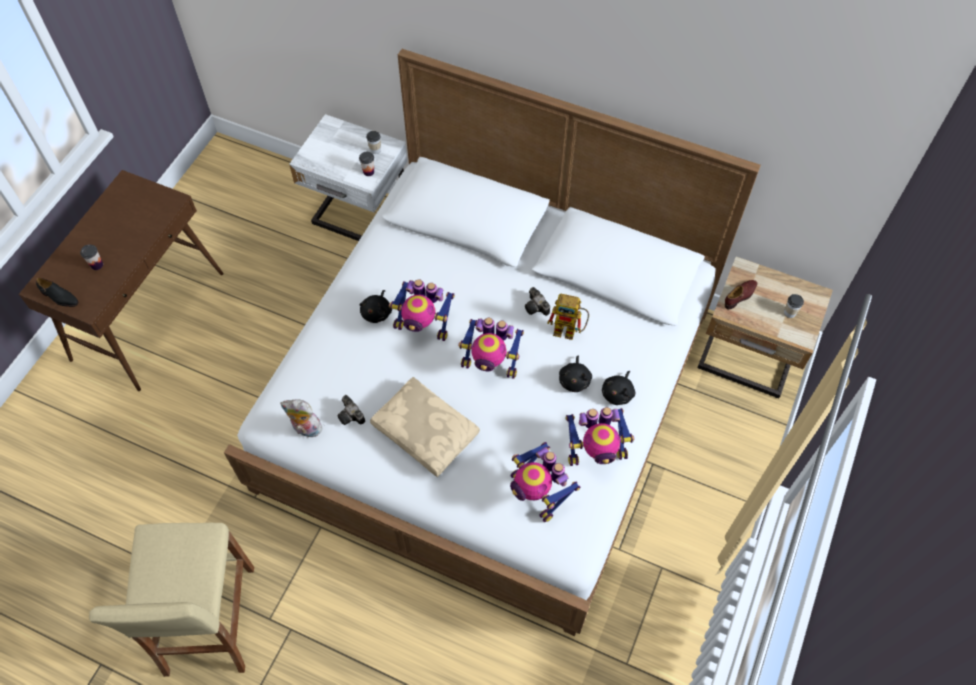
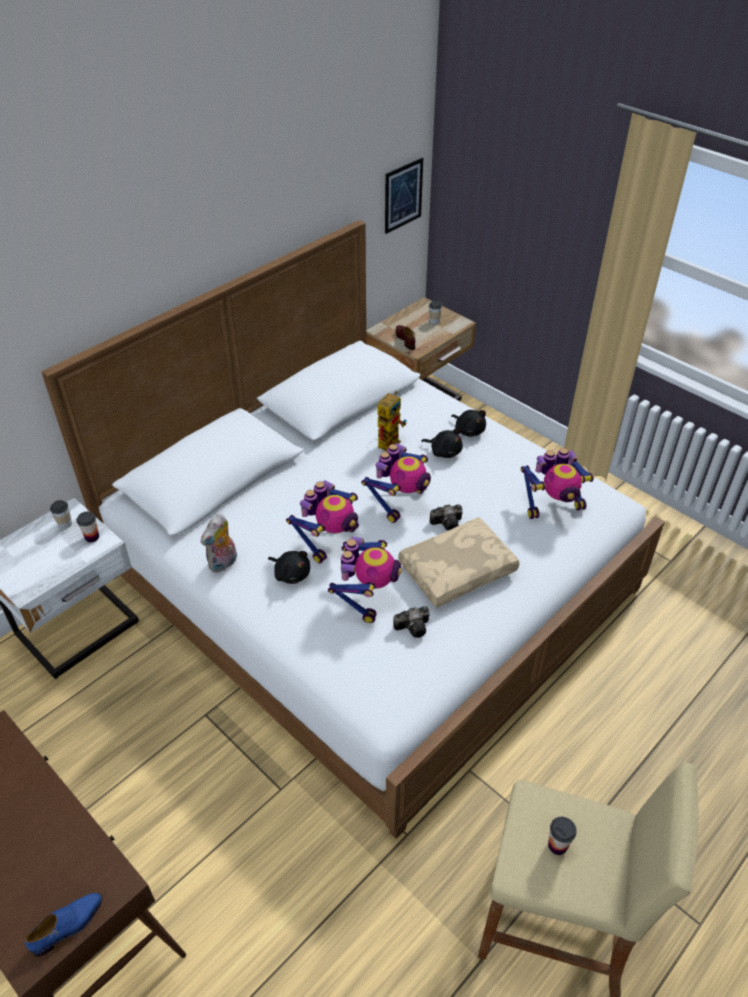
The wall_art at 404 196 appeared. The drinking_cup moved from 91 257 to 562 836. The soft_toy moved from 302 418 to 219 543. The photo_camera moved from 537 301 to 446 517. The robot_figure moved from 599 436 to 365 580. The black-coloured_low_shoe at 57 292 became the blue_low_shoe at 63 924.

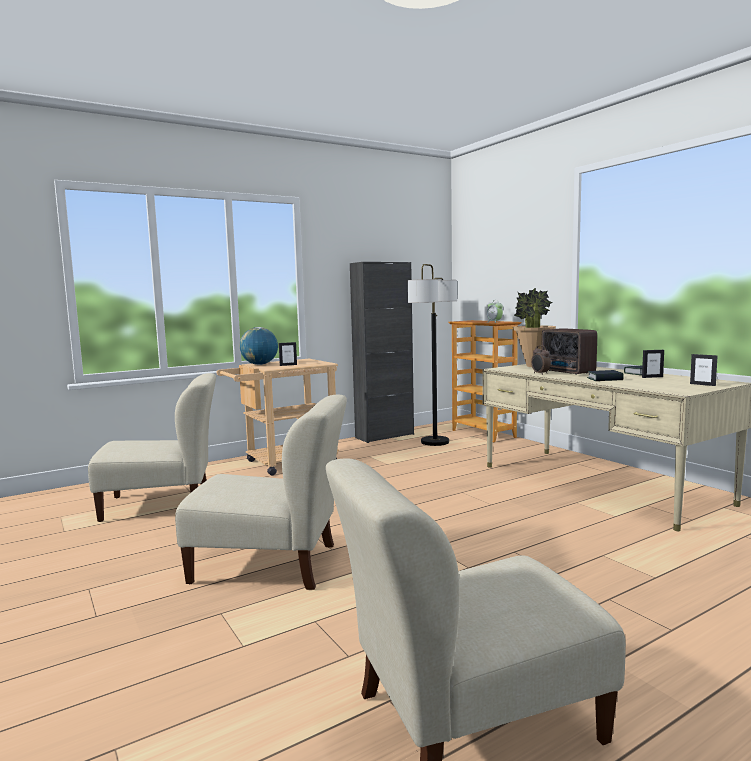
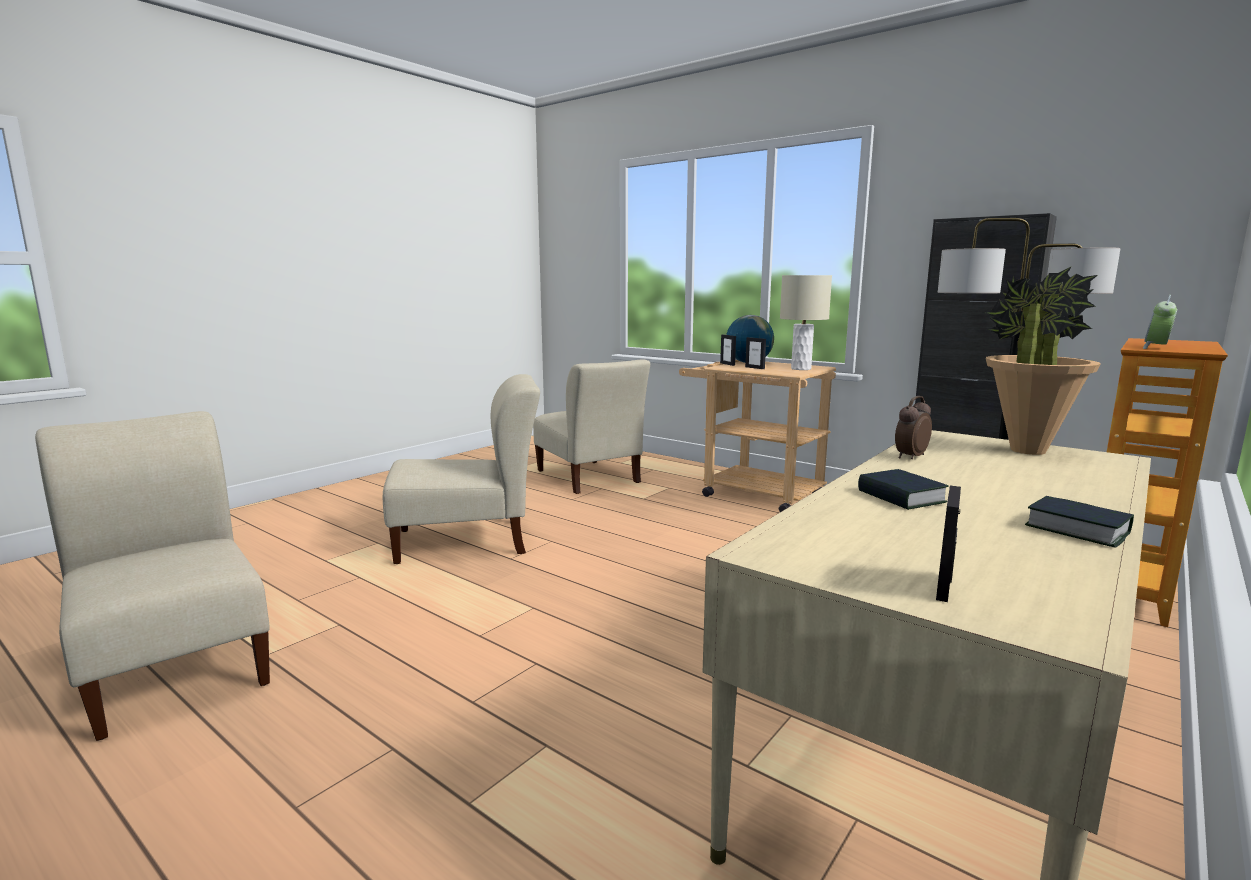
The radio at 569 351 disappeared. The beige-coloured_lamp_for_a_table at 806 322 appeared. The standing_frame moved from 653 364 to 728 350. The beige-coloured_upright_chair at 261 492 turned 90 degrees counterclockwise.

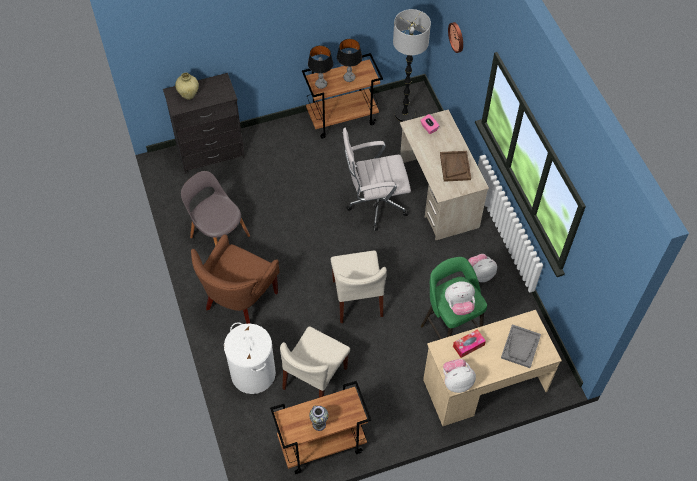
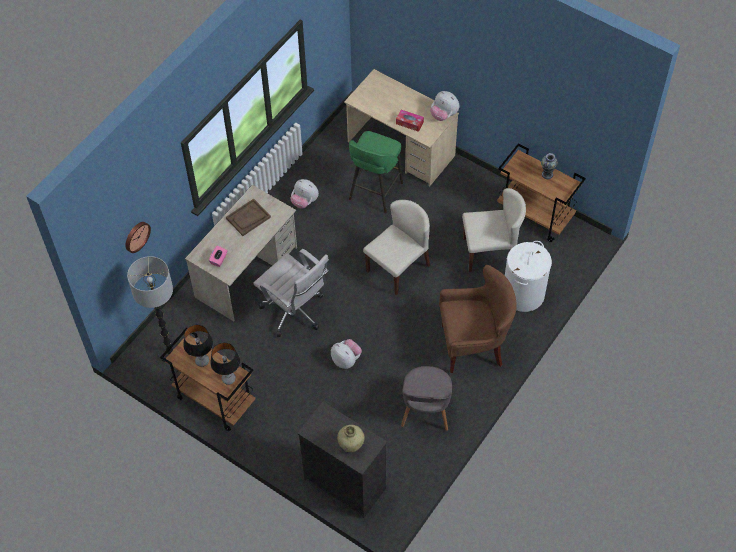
The grey_tray at 521 346 disappeared. The soft_toy moved from 460 298 to 346 354.

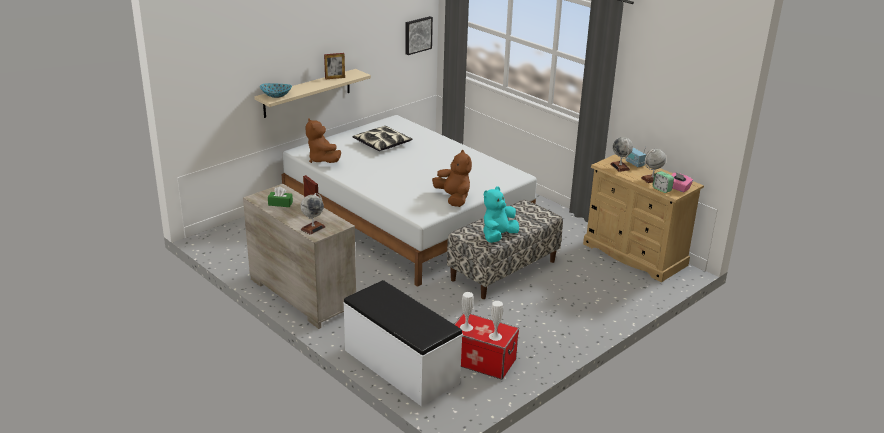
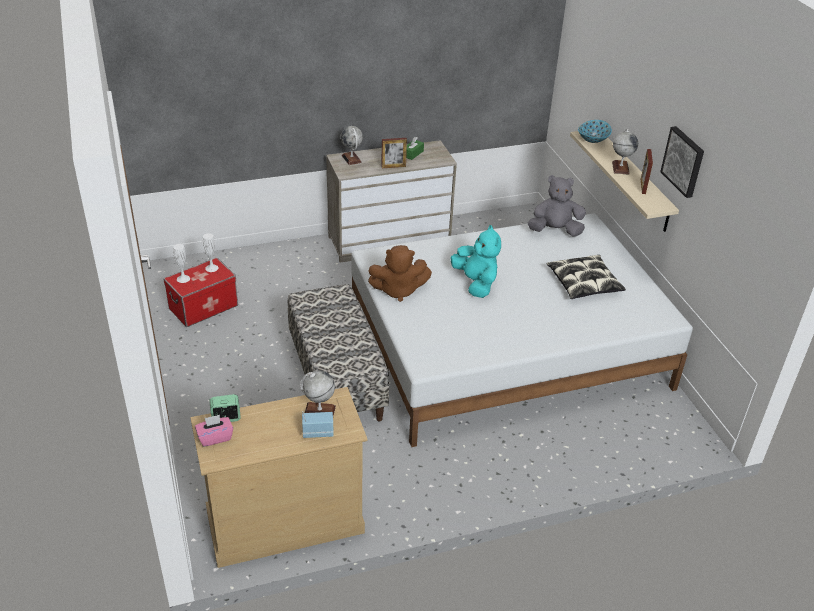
The white-coloured_bench at 403 343 disappeared. The wall_art moved from 419 35 to 682 162. The blue-green_soft_toy moved from 501 215 to 476 261. The globe moved from 653 166 to 625 152. The brown-coloured_soft_toy at 323 141 became the grey_soft_toy at 557 206.

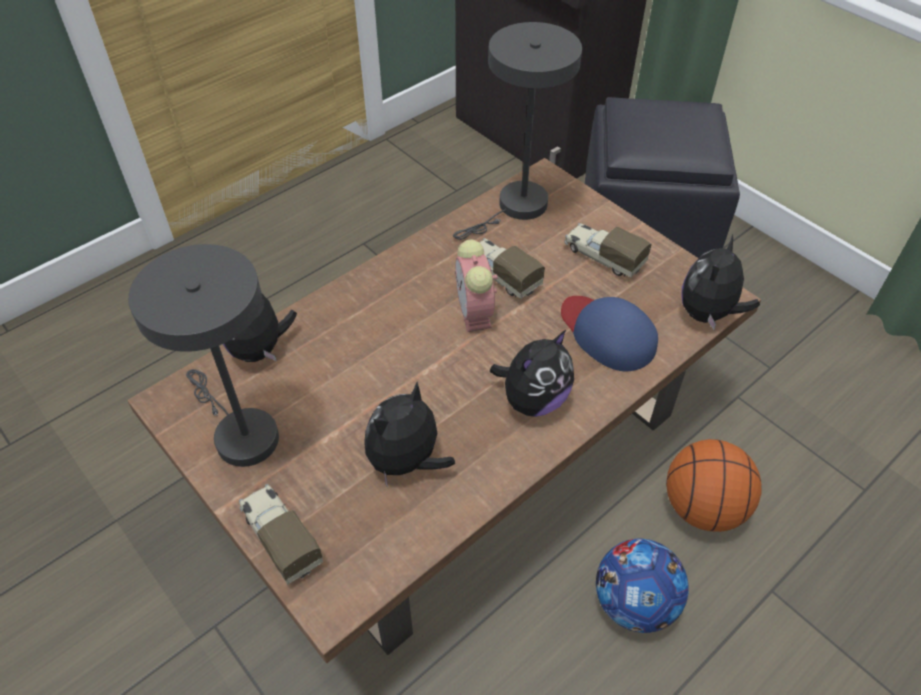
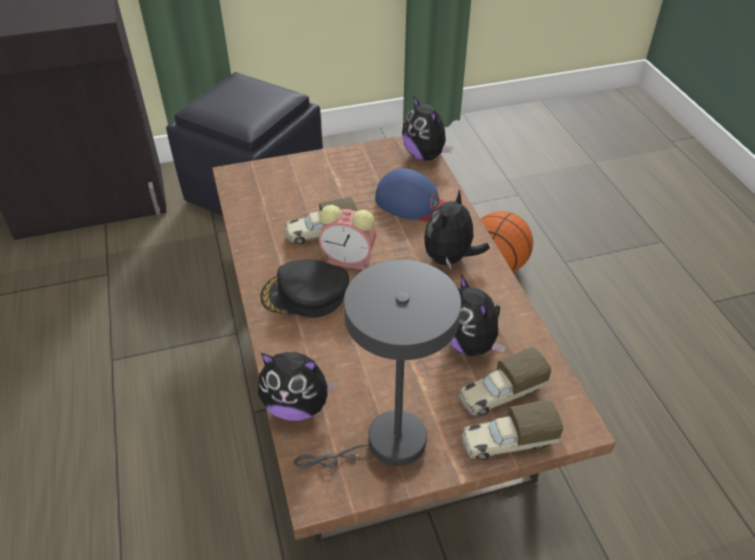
The grey_lamp_for_a_table at 517 131 disappeared. The football at 642 586 disappeared. The black-coloured_baseball_cap at 304 288 appeared. The toy_lorry moved from 608 250 to 505 381. The soft_toy at 532 373 turned 135 degrees counterclockwise. The blue_baseball_cap at 609 333 turned 135 degrees counterclockwise.

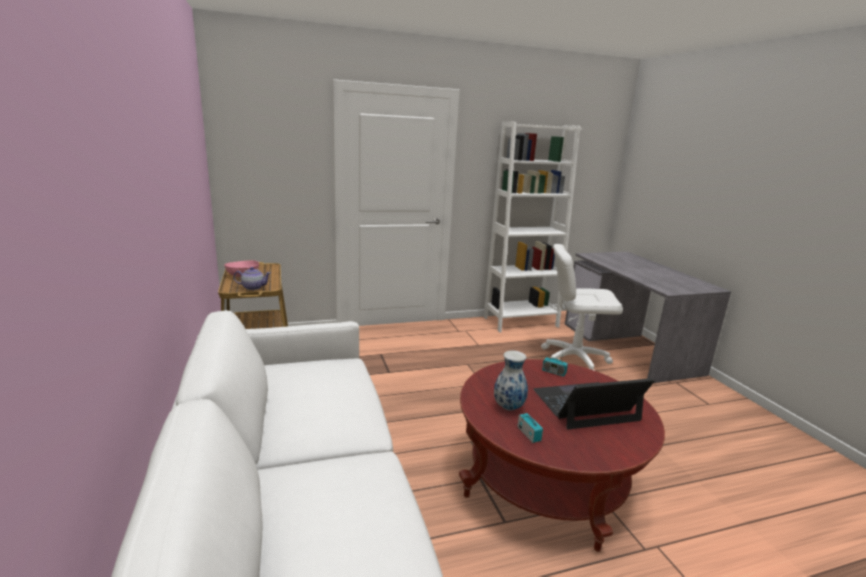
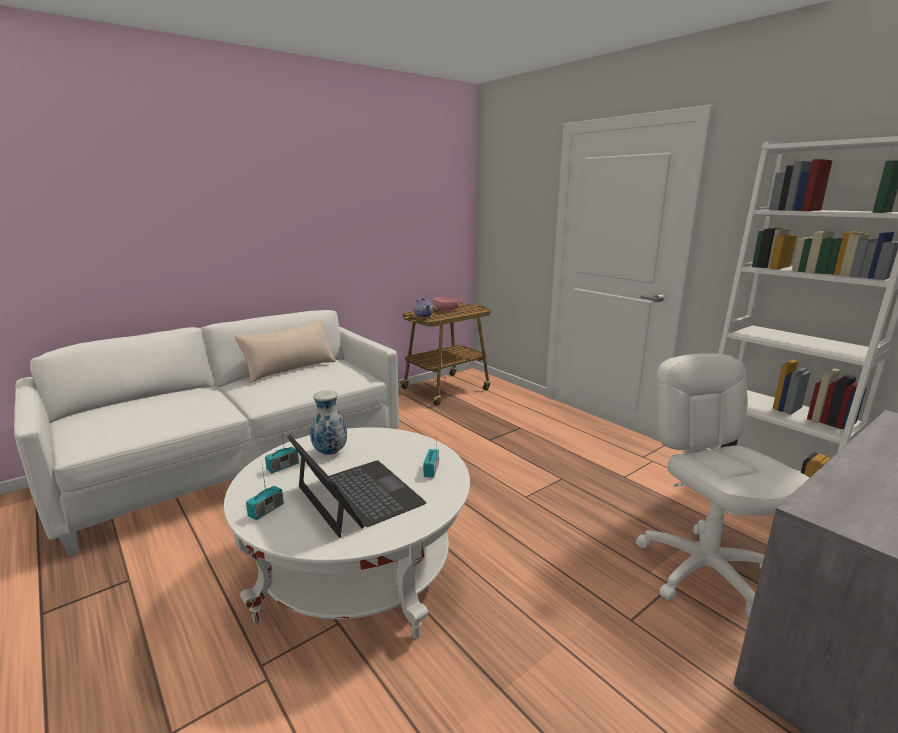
The beige-coloured_throw_pillow at 285 351 appeared. The radio at 265 493 appeared. The reddish_lounge_table at 562 455 became the white-coloured_lounge_table at 347 533.

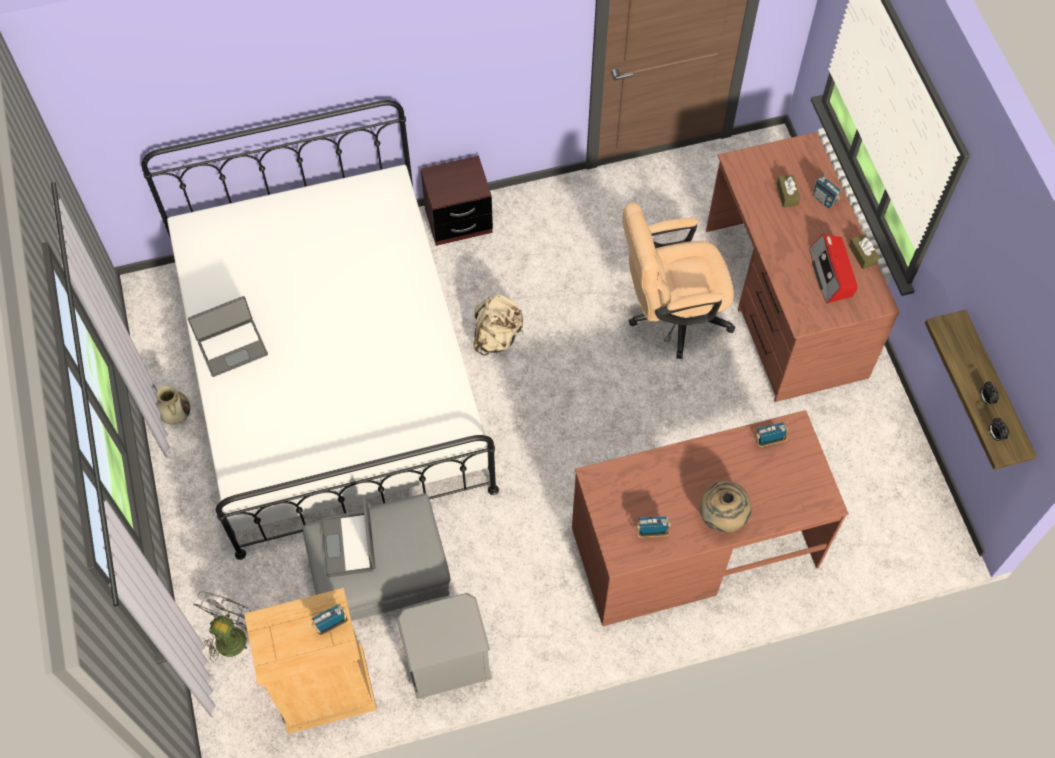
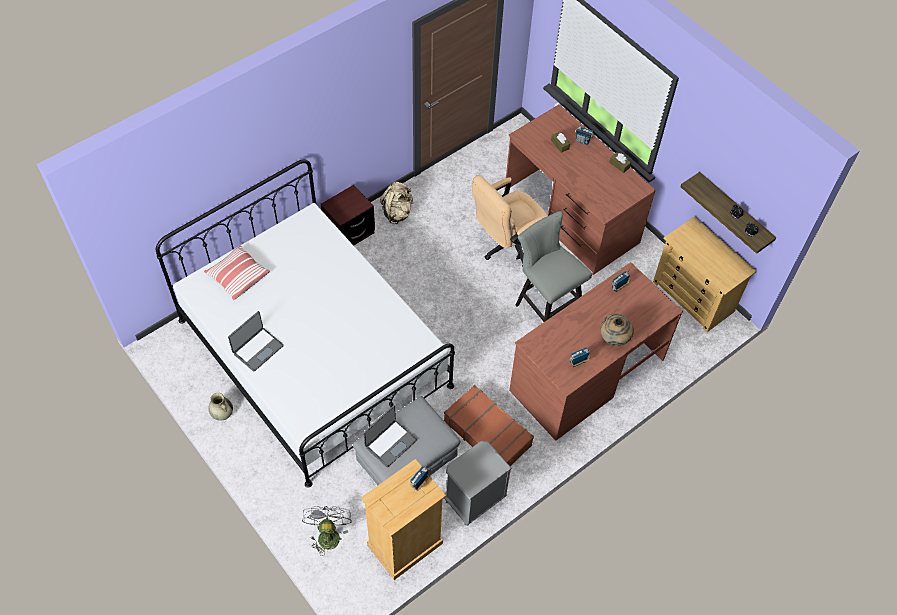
The radio at 833 269 disappeared. The throw_pillow at 237 272 appeared. The brown-coloured_travel_case at 489 425 appeared. The grey_stool_seat at 554 267 appeared. The beige-coloured_chest_of_drawers at 704 274 appeared. The beige-coloured_knapsack moved from 498 324 to 396 203. The portable_computer at 348 536 turned 105 degrees counterclockwise.

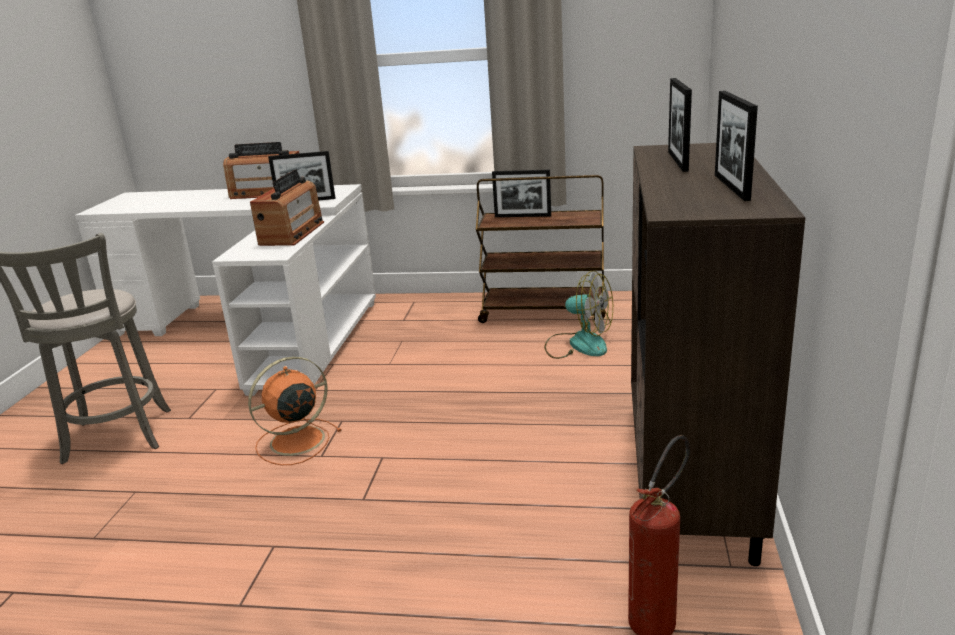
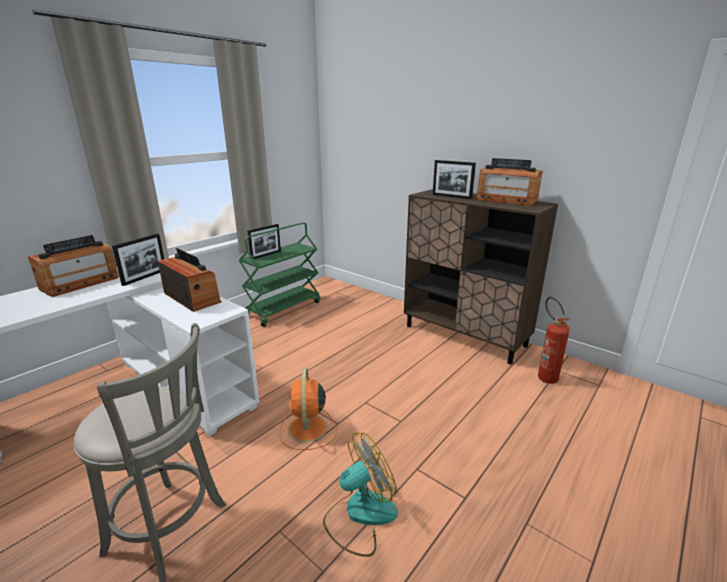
The cooling_fan moved from 578 315 to 360 495. The standing_frame at 736 146 was replaced by the radio at 509 182. The brown-coloured_wheeled_cart at 540 249 became the green_wheeled_cart at 279 274.

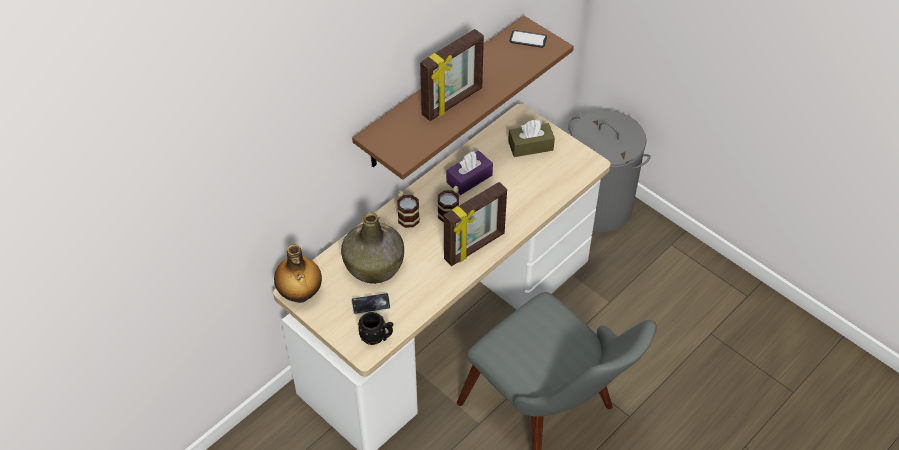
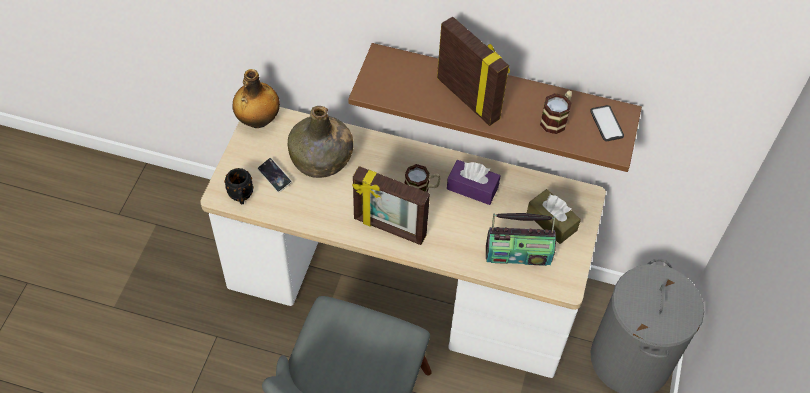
The radio at 521 239 appeared. The coffee_mug moved from 408 209 to 556 112. The standing_frame at 452 75 turned 150 degrees counterclockwise.

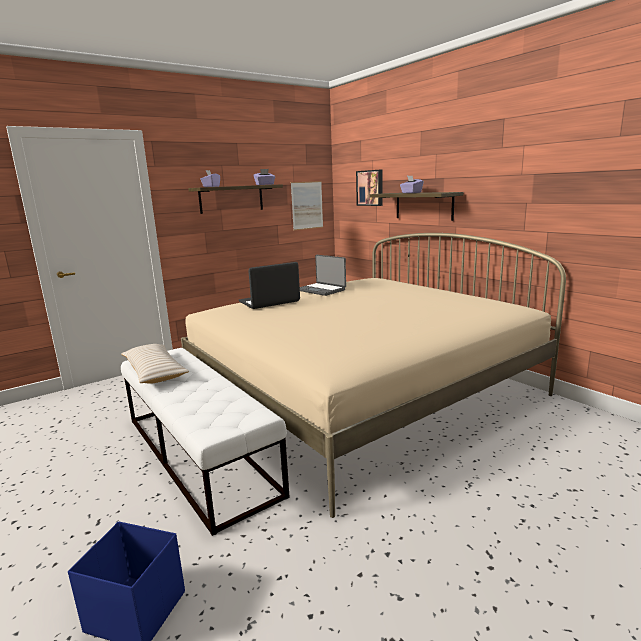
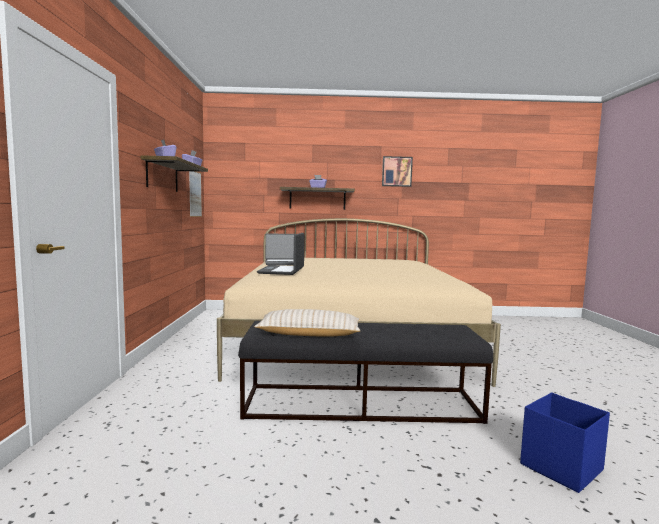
The wall_art moved from 369 188 to 397 171. The white-coloured_bench at 205 442 became the black-coloured_bench at 365 372.

